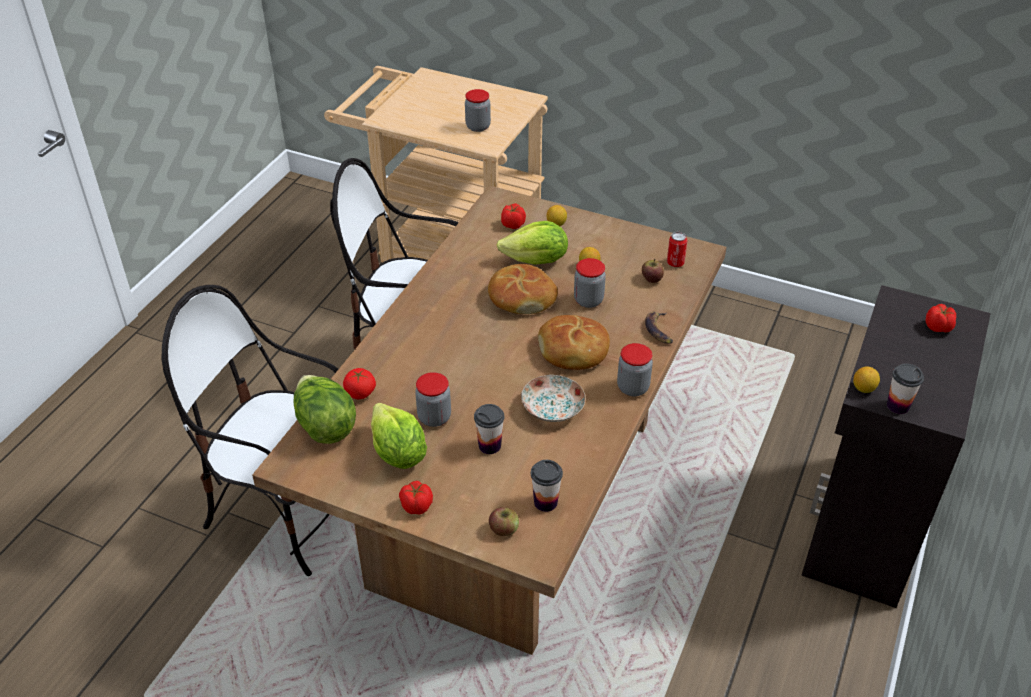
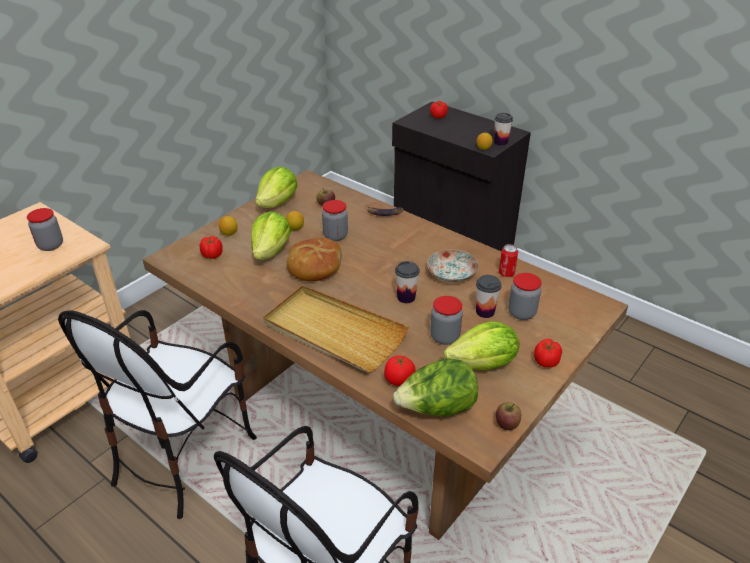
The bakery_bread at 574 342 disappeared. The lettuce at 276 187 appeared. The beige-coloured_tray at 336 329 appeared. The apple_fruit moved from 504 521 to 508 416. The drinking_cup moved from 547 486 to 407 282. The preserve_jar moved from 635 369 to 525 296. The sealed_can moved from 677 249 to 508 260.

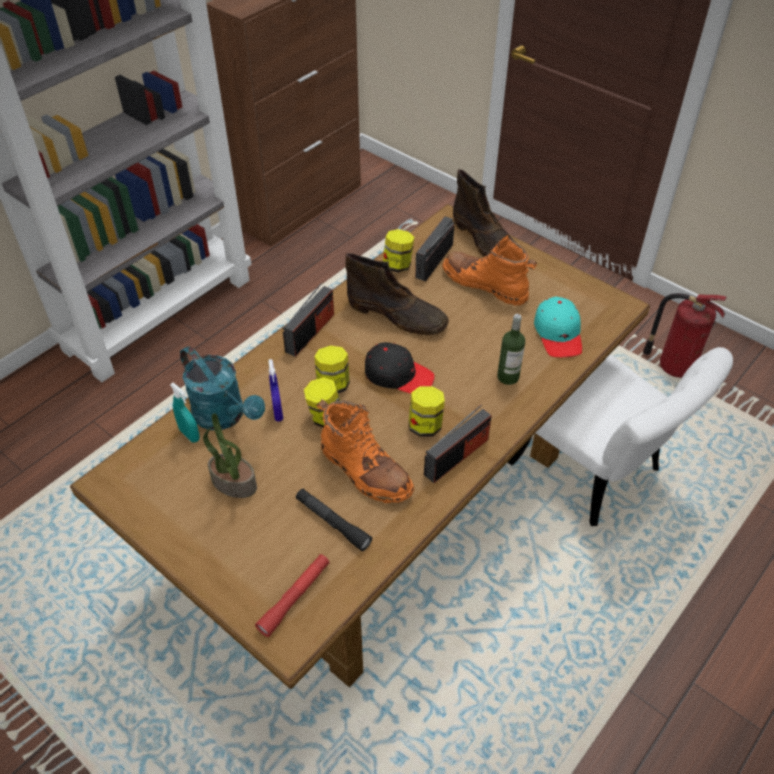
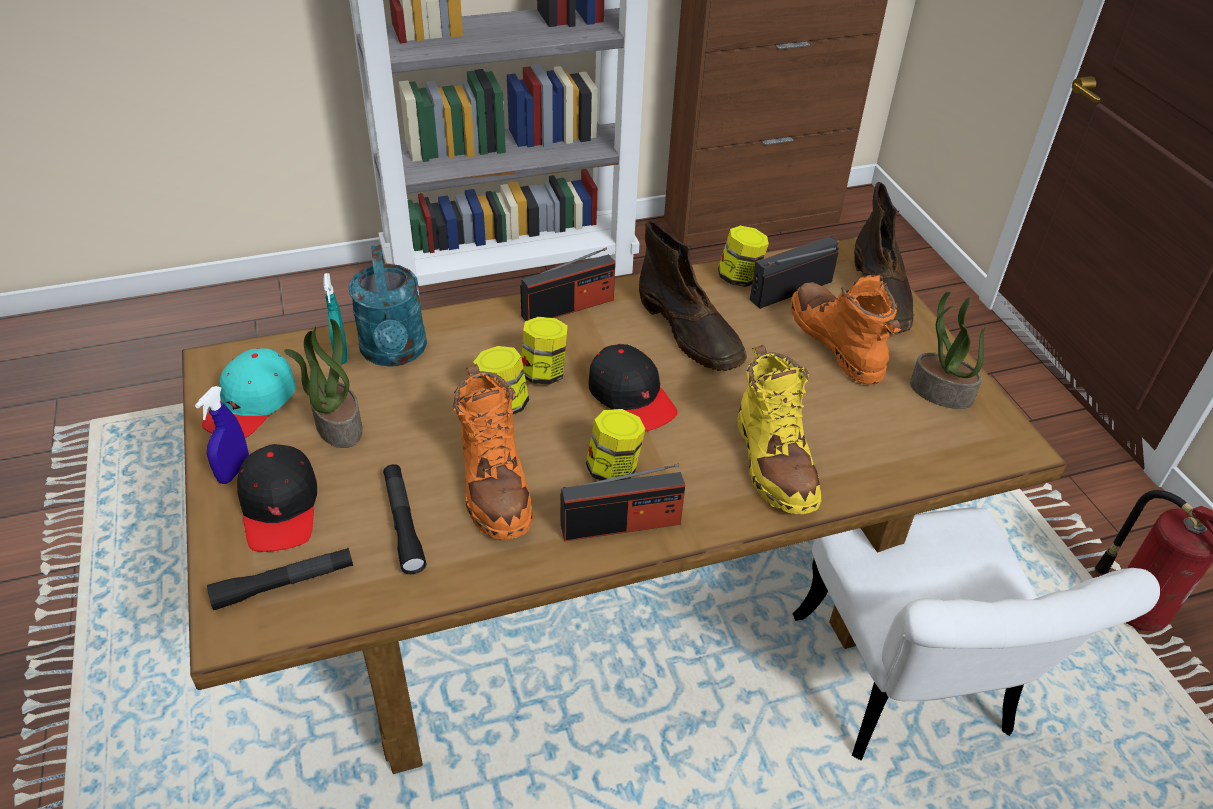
The black-coloured_baseball_cap at 277 498 appeared. The houseplant at 947 350 appeared. The blue_hand_sprayer moved from 275 390 to 222 435. The blue-green_baseball_cap moved from 558 327 to 249 393. The bottle at 511 349 was replaced by the yellow-coloured_boot at 779 429. The reddish_torch at 292 595 became the black-coloured_torch at 280 579.

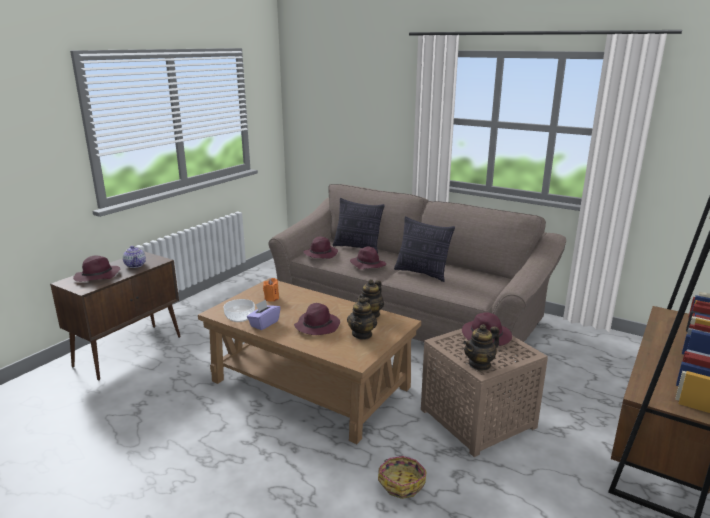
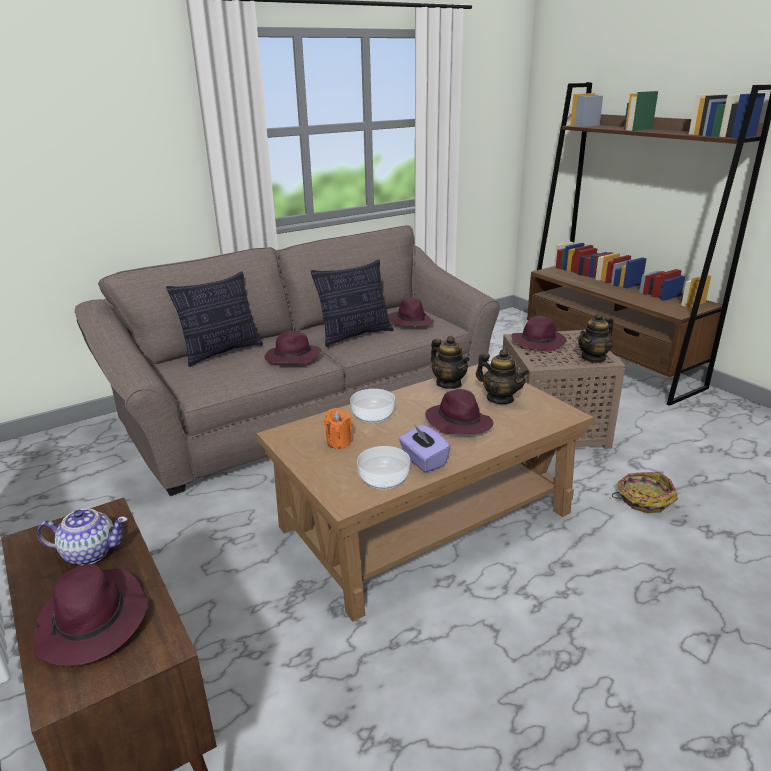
The bowl at 372 406 appeared. The purple-coloured_wearable_hat moved from 320 247 to 411 312. The tea_pot at 481 347 turned 60 degrees clockwise.

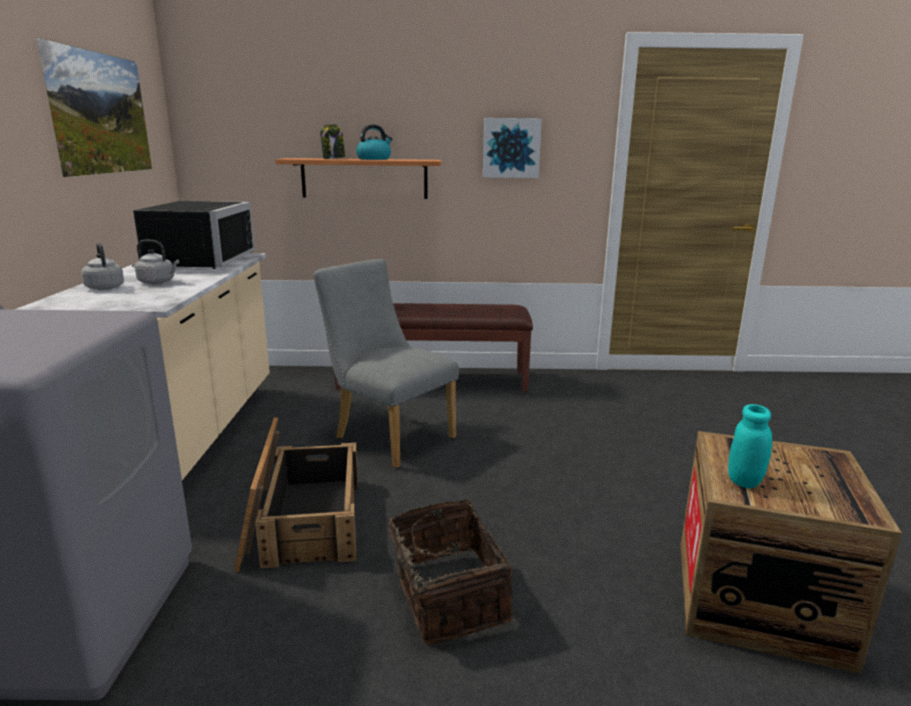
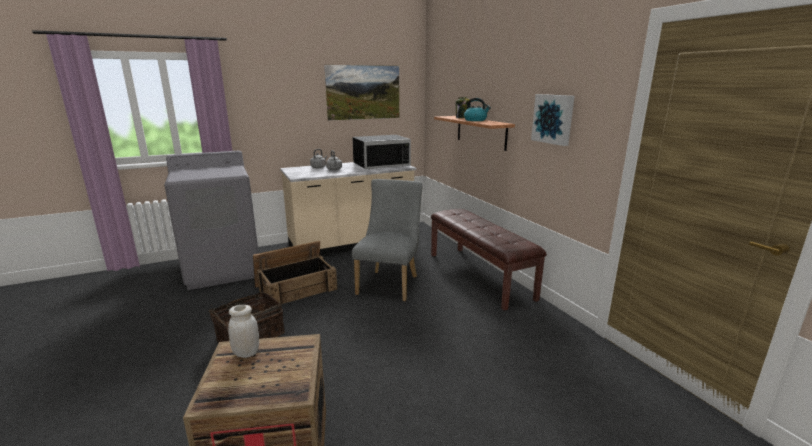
The blue-green_preserve_jar at 750 446 became the white-coloured_preserve_jar at 243 331.

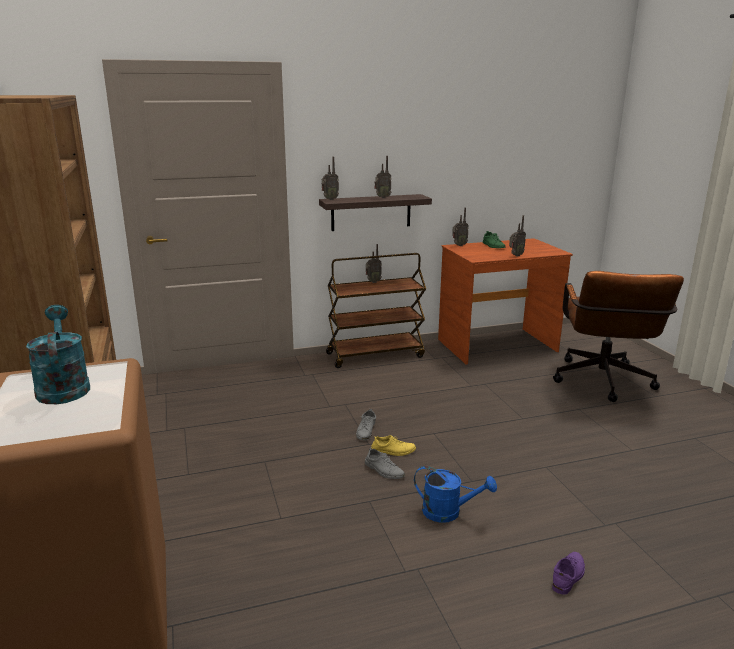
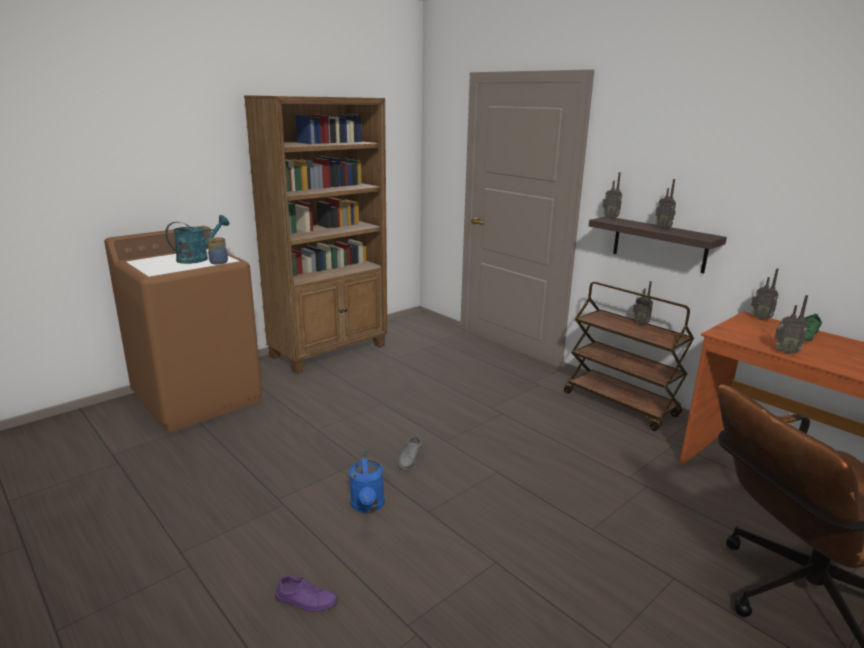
The grey_low_shoe at 366 424 disappeared. The yellow-coloured_low_shoe at 393 445 disappeared. The preserve_jar at 217 250 appeared.

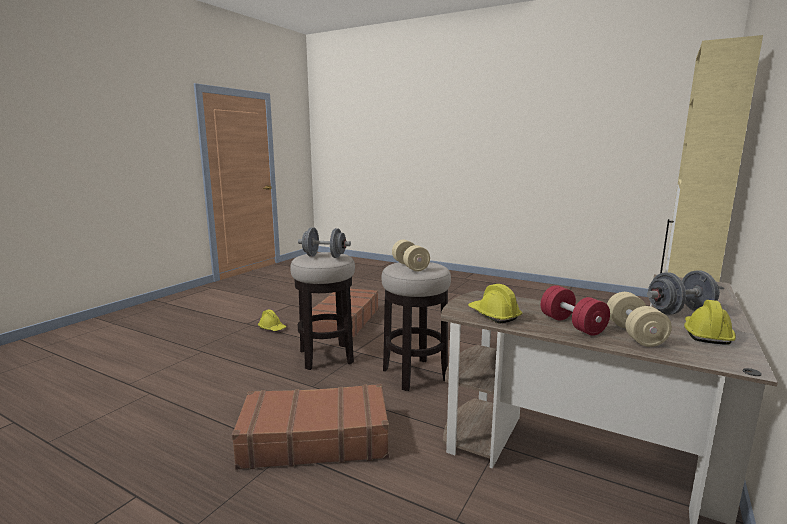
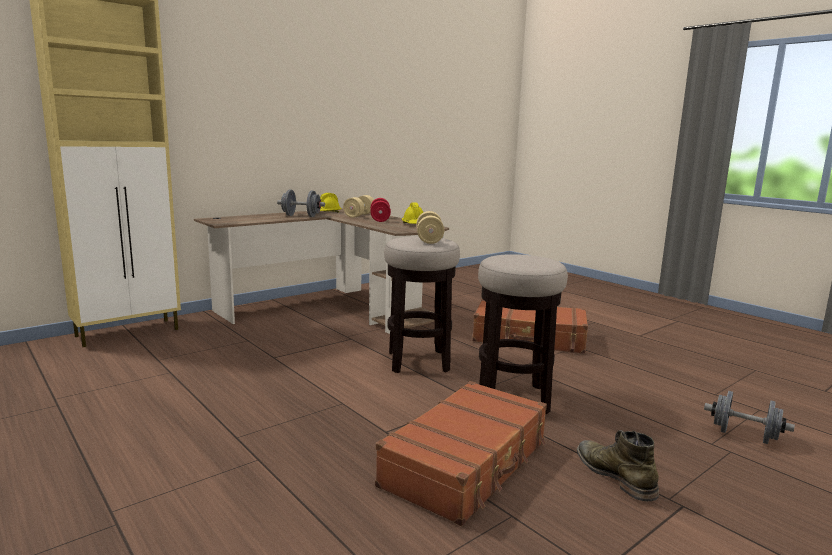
The grey_dumbbell moved from 324 242 to 749 417. The yellow-coloured_safety_helmet at 272 320 was replaced by the green_boot at 618 465.

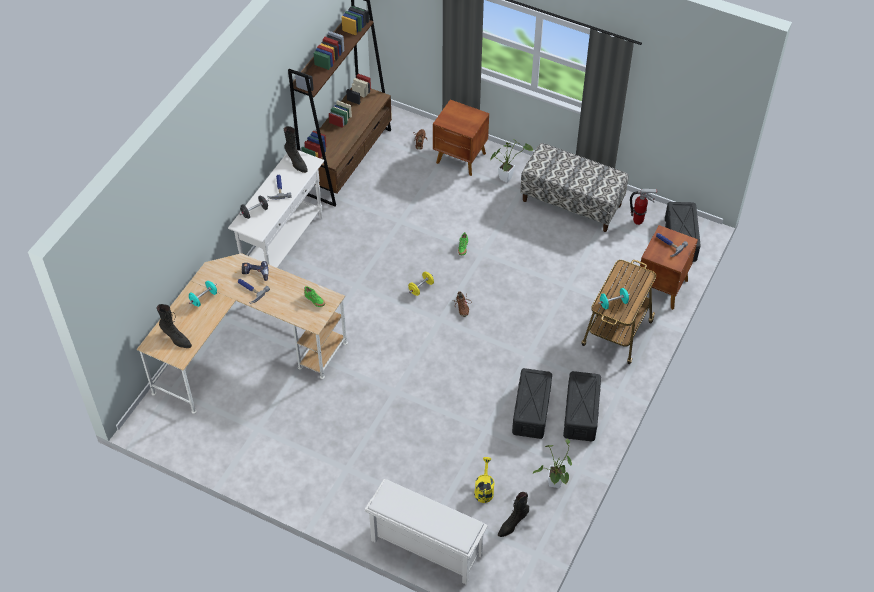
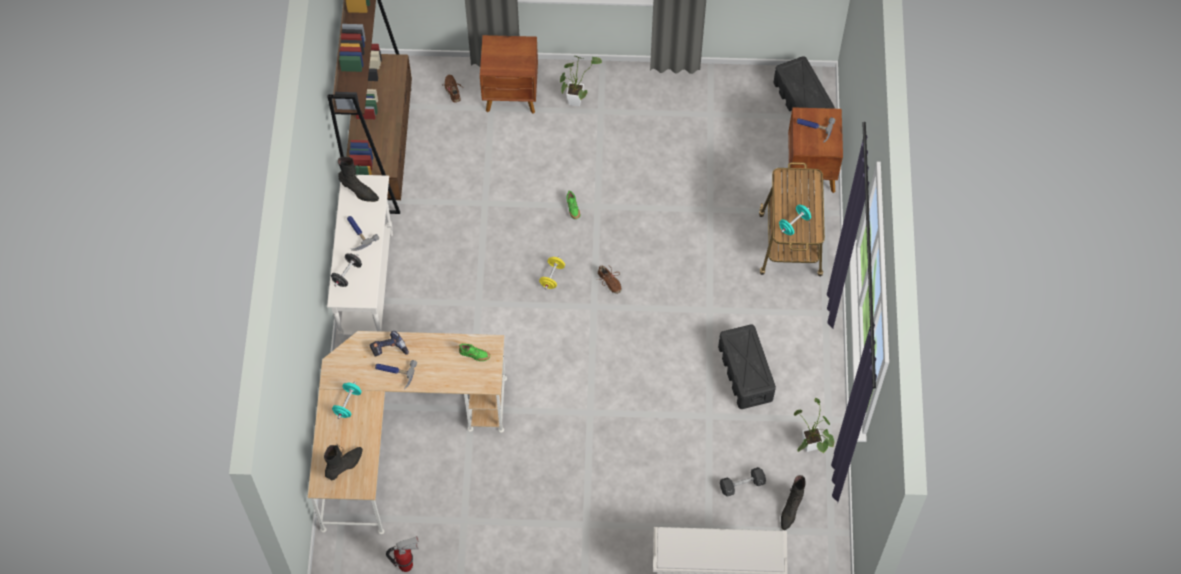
The bench at 574 187 disappeared. The black-coloured_storage_bin at 582 406 disappeared. The extinguisher moved from 643 207 to 402 554. The yellow-coloured_watering_pot at 484 480 was replaced by the black-coloured_dumbbell at 743 482. The black-coloured_boot at 174 326 turned 60 degrees counterclockwise.

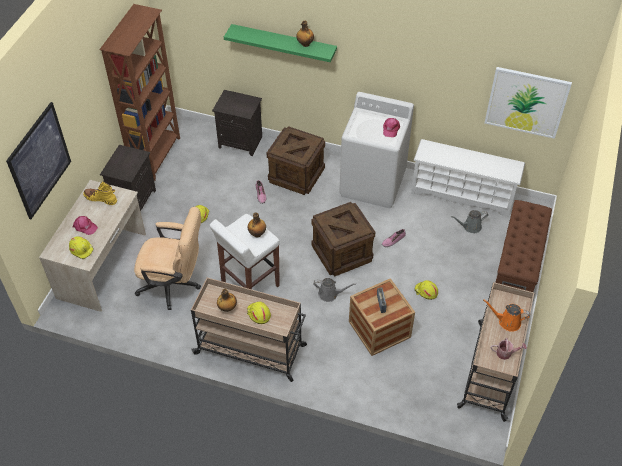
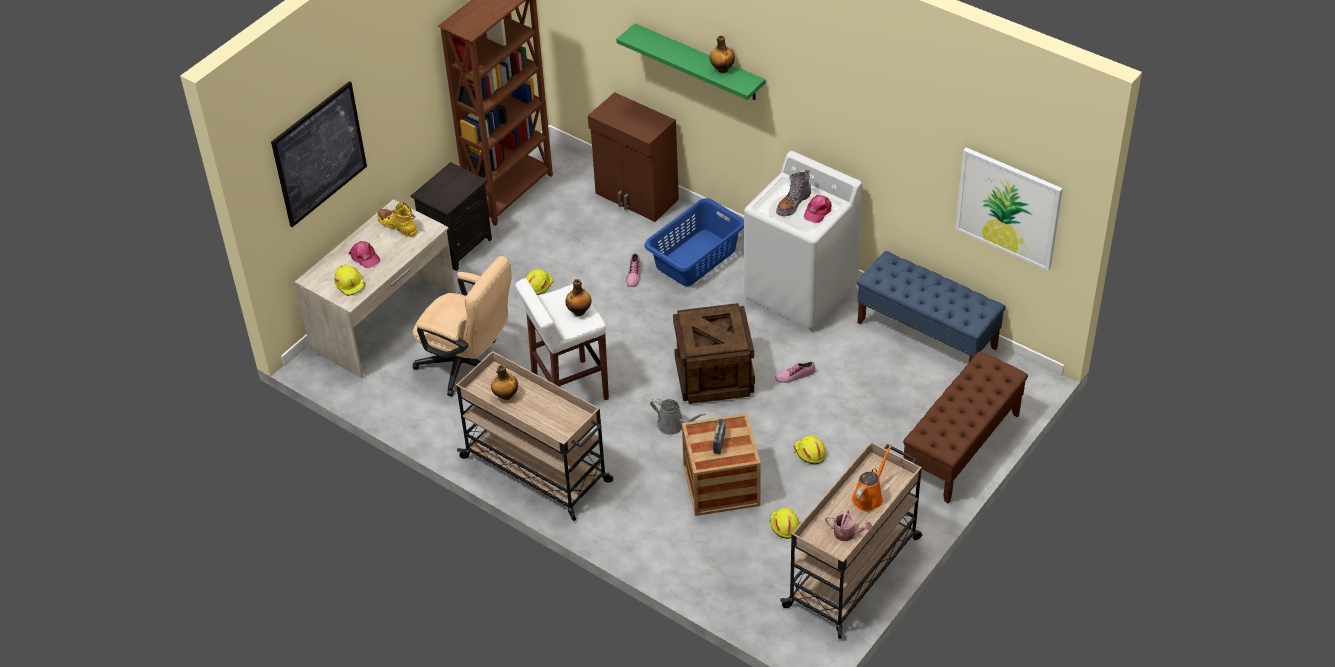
The grey_watering_pot at 469 221 disappeared. The grey_boot at 793 193 appeared. The yellow-coloured_safety_helmet moved from 259 313 to 784 523. The black-coloured_bedside_table at 237 123 was replaced by the brown-coloured_cupboard at 633 157. The shipping_crate at 296 160 was replaced by the blue_washing_basket at 694 242. The white-coloured_shoe_shelf at 468 178 was replaced by the blue_bench at 931 307. The orange-coloured_watering_pot at 506 315 turned 90 degrees clockwise.

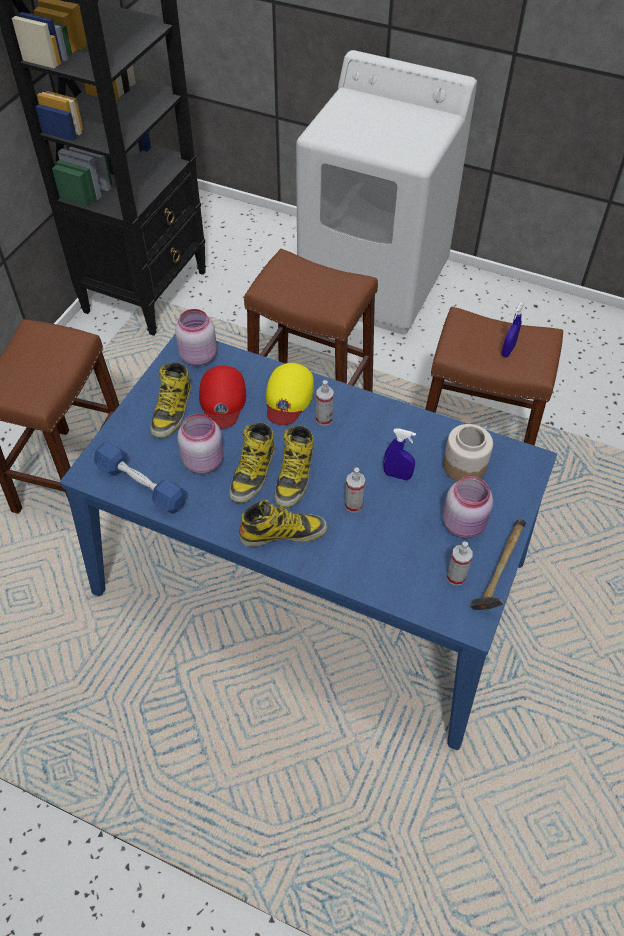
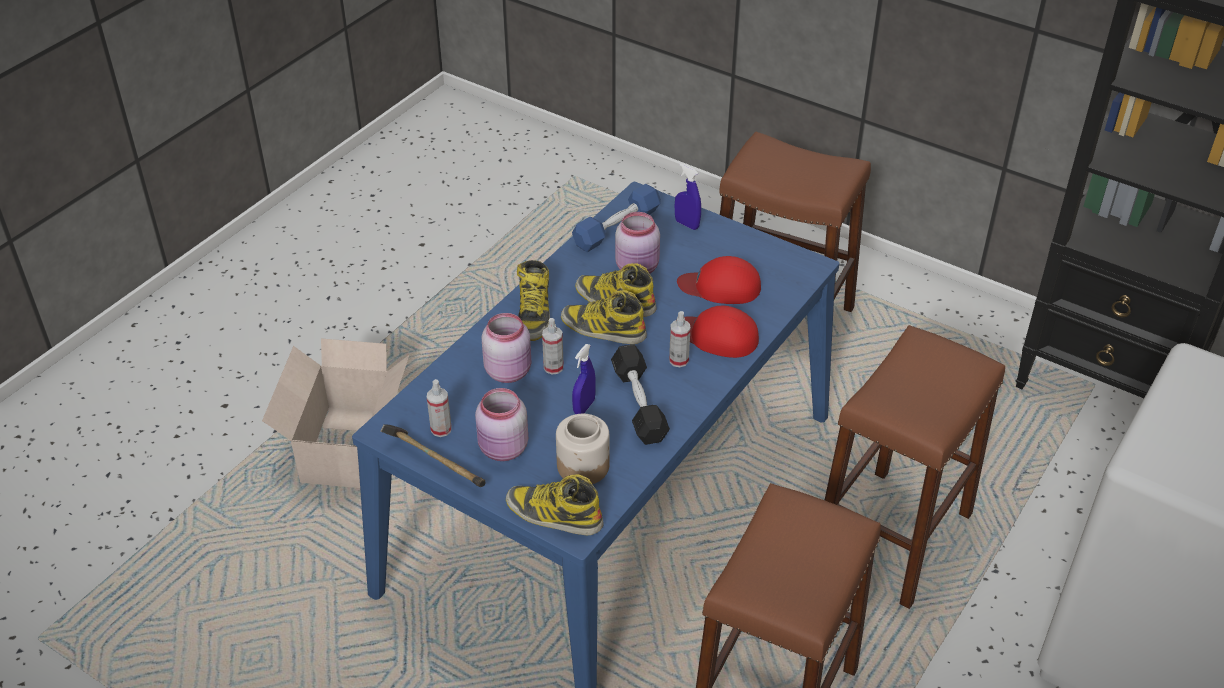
The packing_box at 335 413 appeared. The black-coloured_dumbbell at 640 394 appeared. The boot moved from 171 400 to 555 504. The pinkish_preserve_jar moved from 196 337 to 506 348. The blue_hand_sprayer moved from 513 329 to 688 196. The yellow-coloured_baseball_cap at 290 394 became the reddish_baseball_cap at 721 332.

